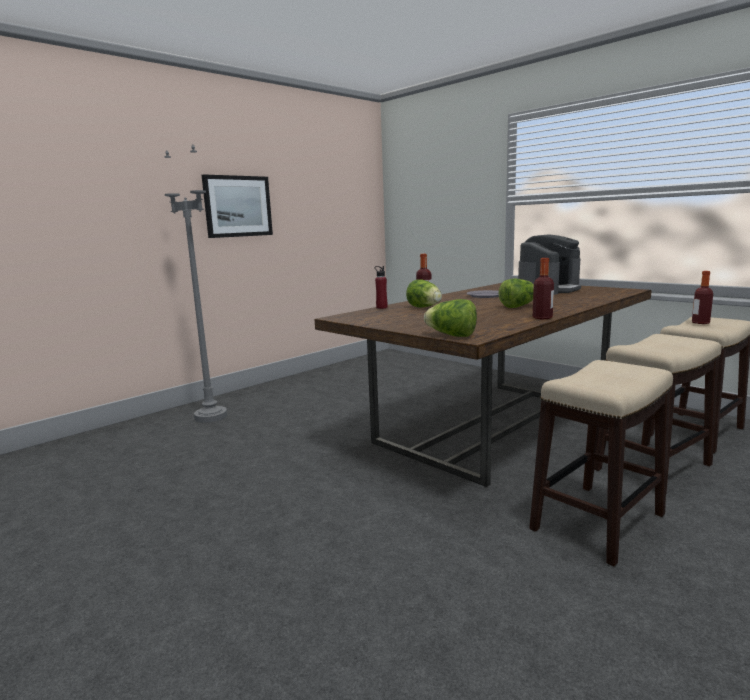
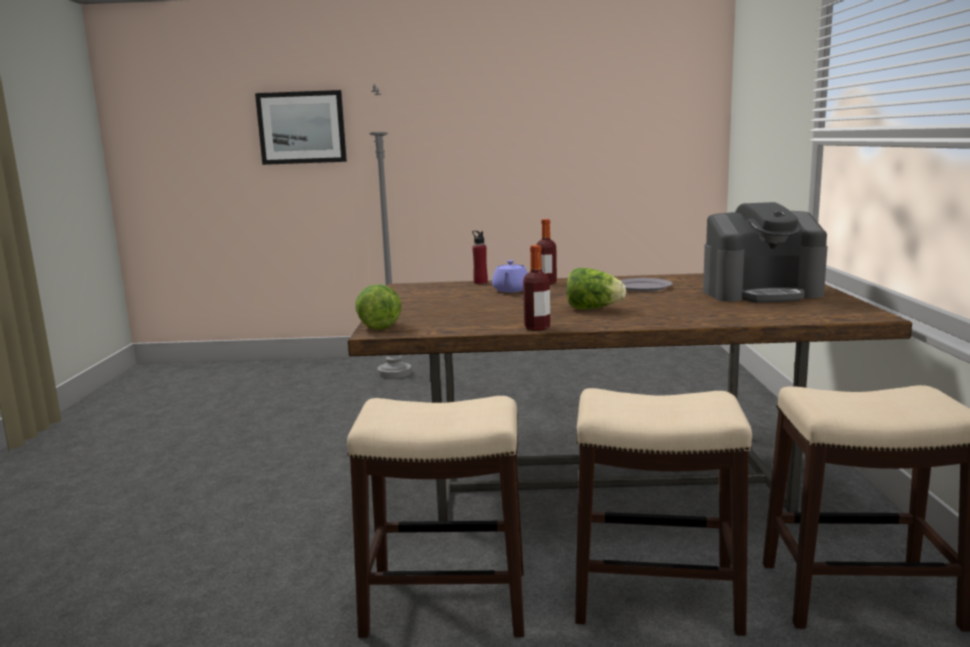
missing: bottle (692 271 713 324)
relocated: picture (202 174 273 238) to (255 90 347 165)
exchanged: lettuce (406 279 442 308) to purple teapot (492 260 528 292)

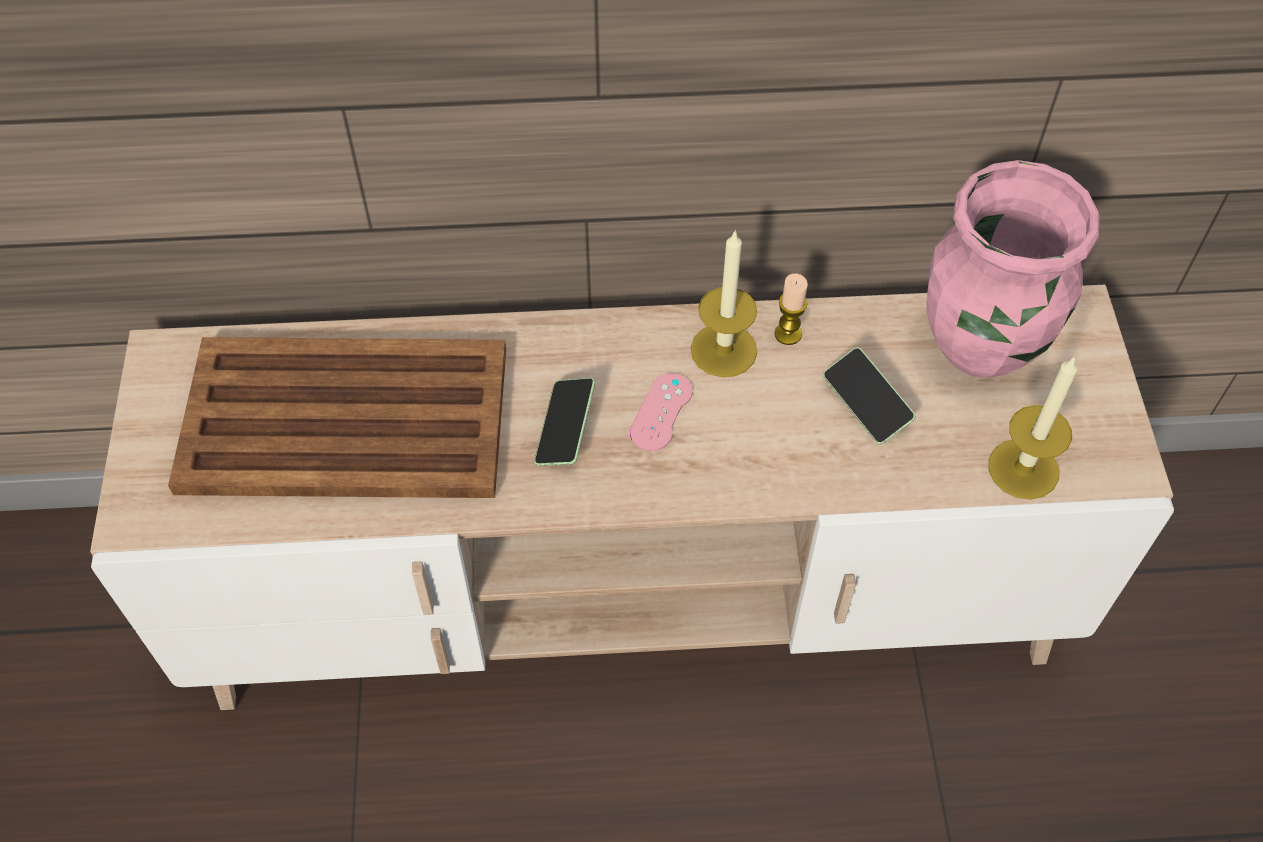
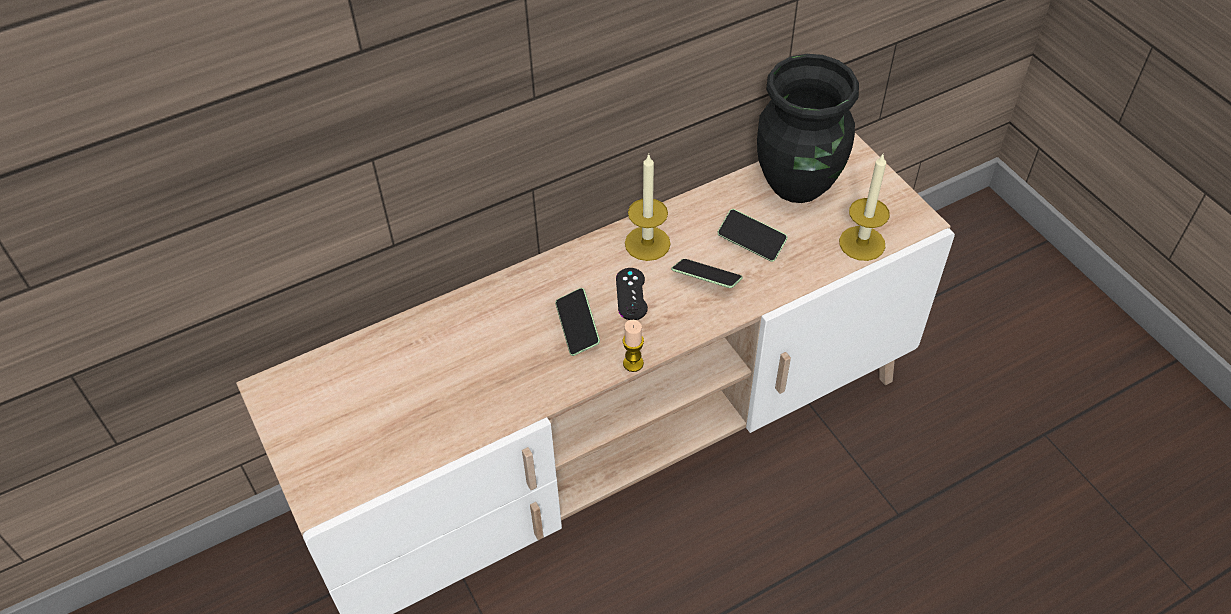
missing: brown tray (168 337 506 498)
appeared: phone (671 259 743 288)
relocated: candle (775 274 808 345) to (622 320 644 372)
colour: pink vase (927 160 1099 378) to black vase (757 54 859 203); pink game controller (630 373 693 451) to black game controller (616 268 648 320)

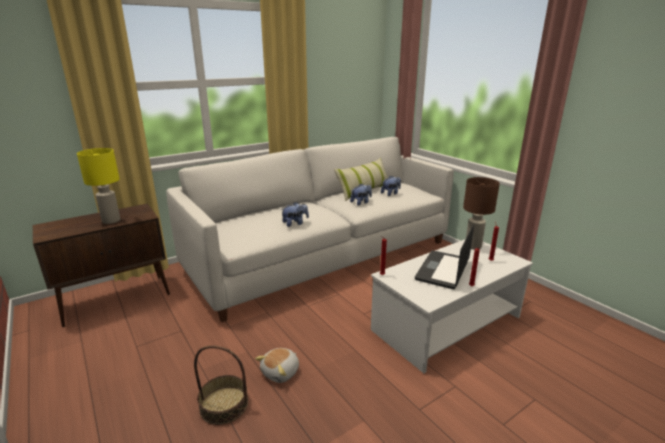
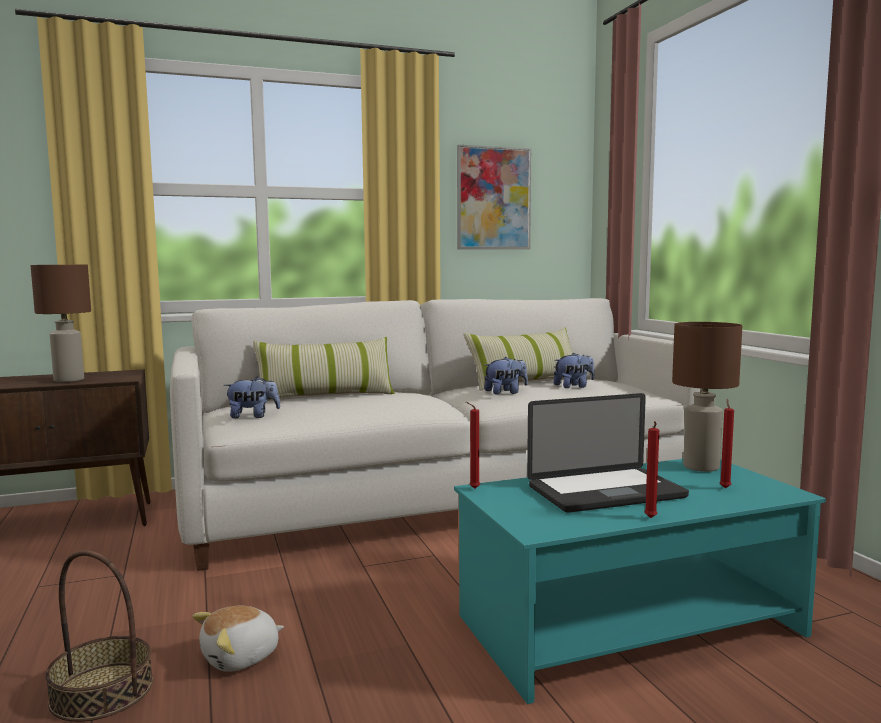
appeared: picture (457 145 531 250); pillow (253 337 395 401)
relocated: plush toy (281 202 309 227) to (224 377 280 418)
colour: yellow table lamp (77 148 120 224) to brown table lamp (31 265 91 382); white coffee table (371 239 533 373) to turquoise coffee table (454 459 826 704)
spun: laptop (415 224 474 289) = (527 393 689 513) 150 degrees counterclockwise

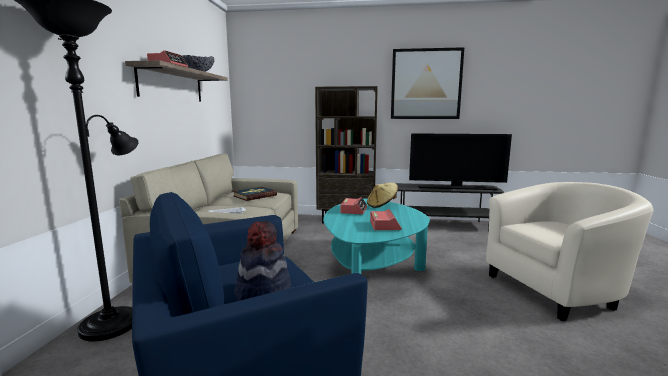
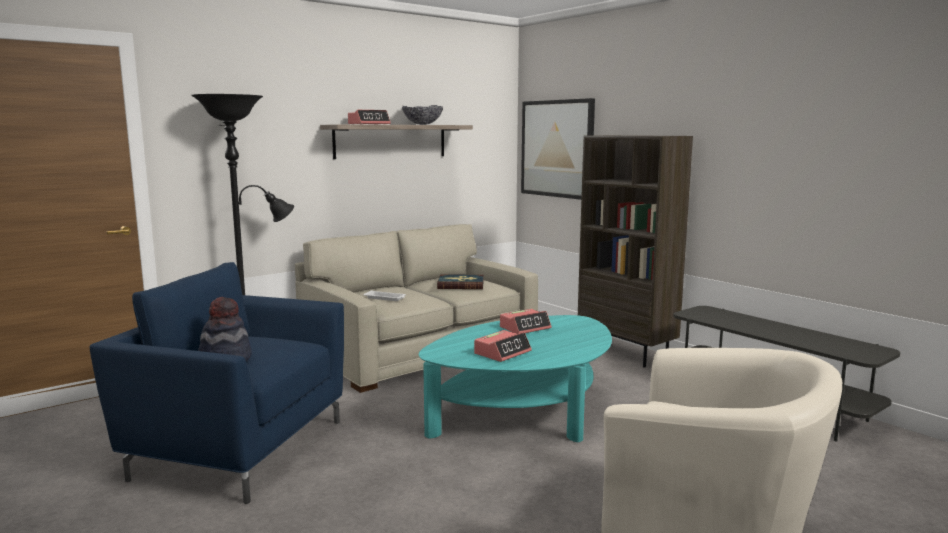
missing: television (409 133 512 190); beige hat (367 183 398 208)
relocated: picture (391 47 464 119) to (521 98 595 200)

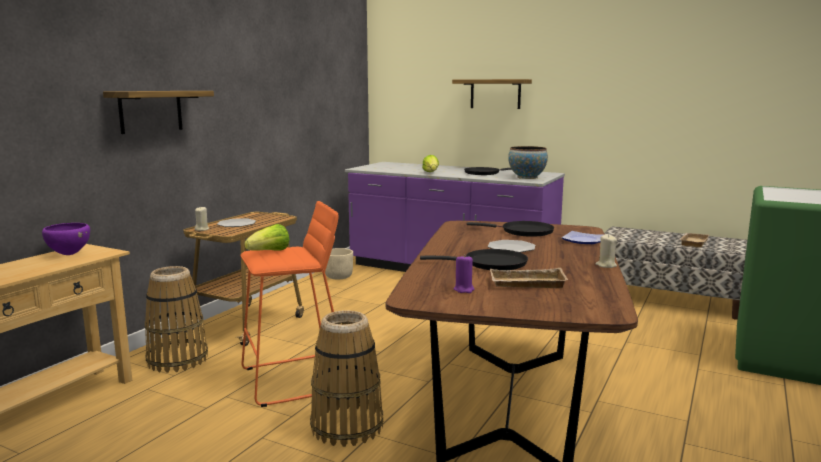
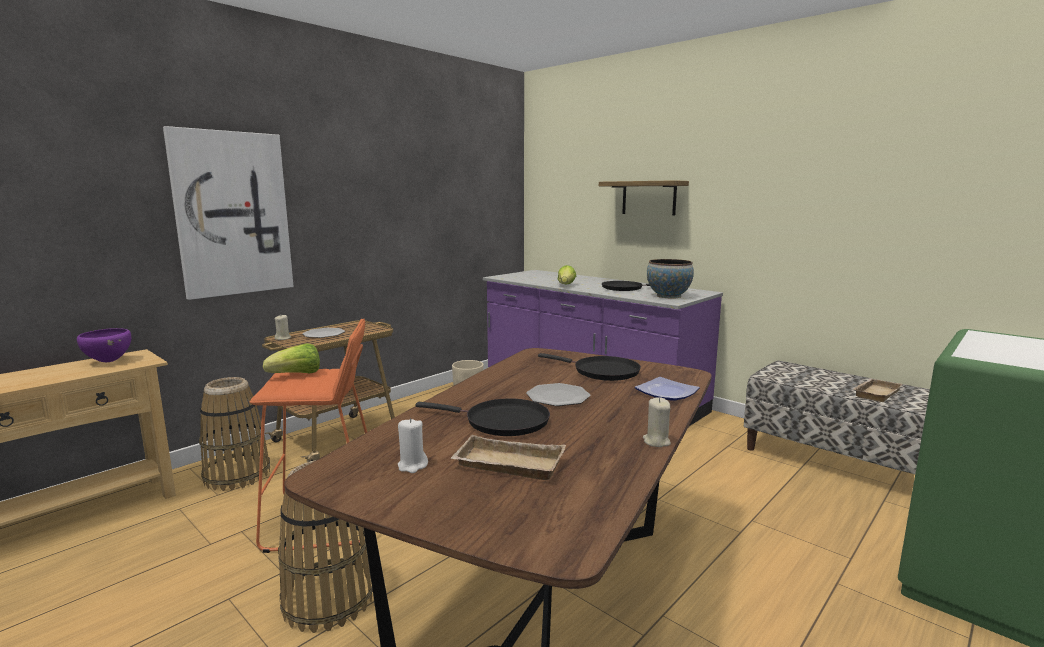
exchanged: shelf (103 91 214 134) to picture (163 126 294 300)
colour: purple candle (453 254 475 293) to white candle (398 418 428 473)

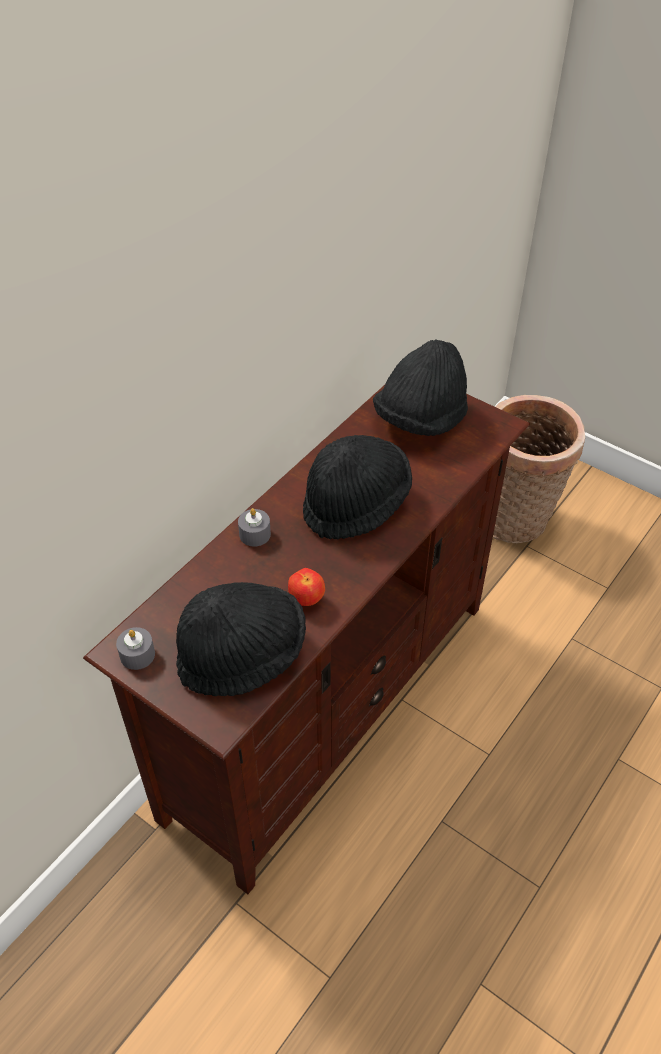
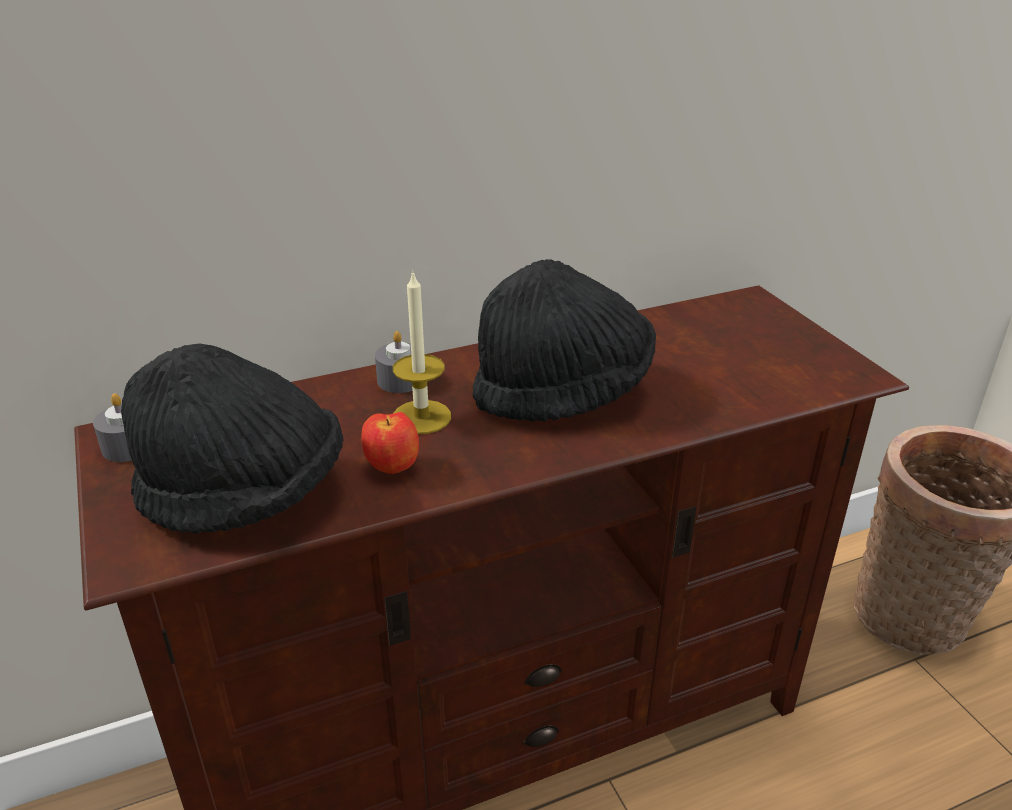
missing: black hat (373 339 468 436)
appeared: candle (393 270 451 434)

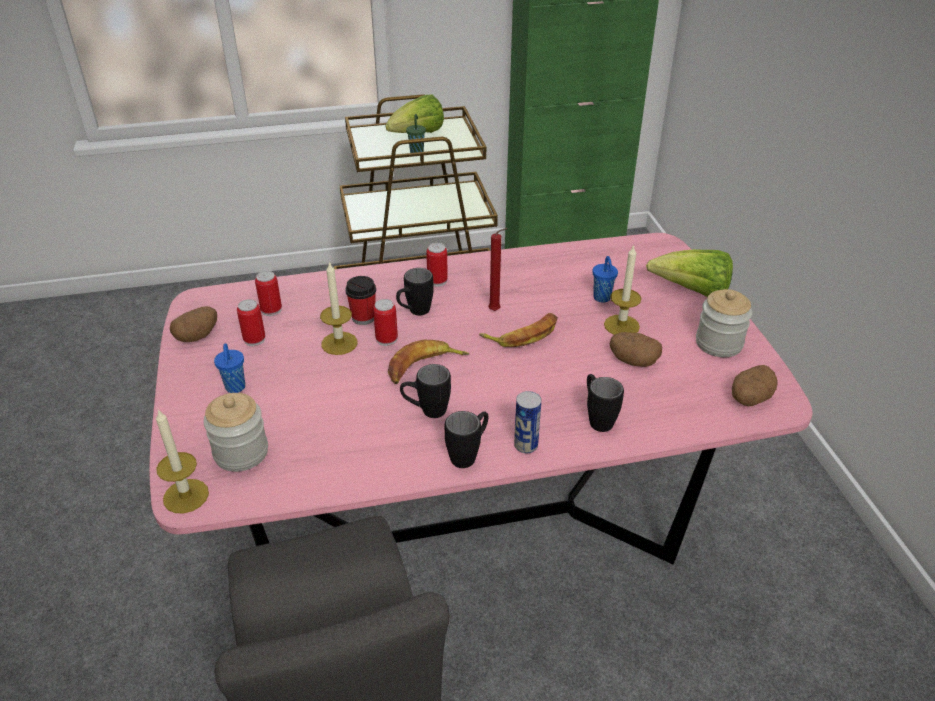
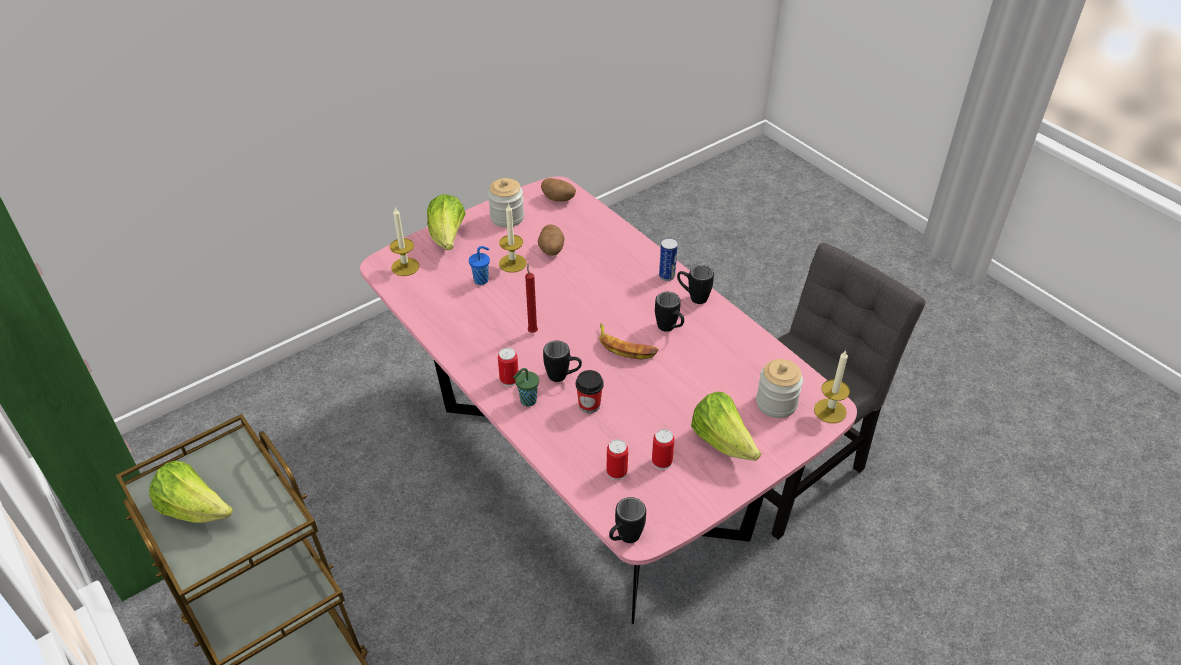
missing: can (373 299 398 346); potato (170 306 217 342); banana (479 313 558 347)
relocated: green cup (406 114 426 153) to (513 368 539 407); candle (320 261 357 355) to (390 207 419 276); black mug (587 374 624 432) to (609 497 646 543)
exchanged: blue cup (214 343 245 393) to lettuce (691 392 761 461)

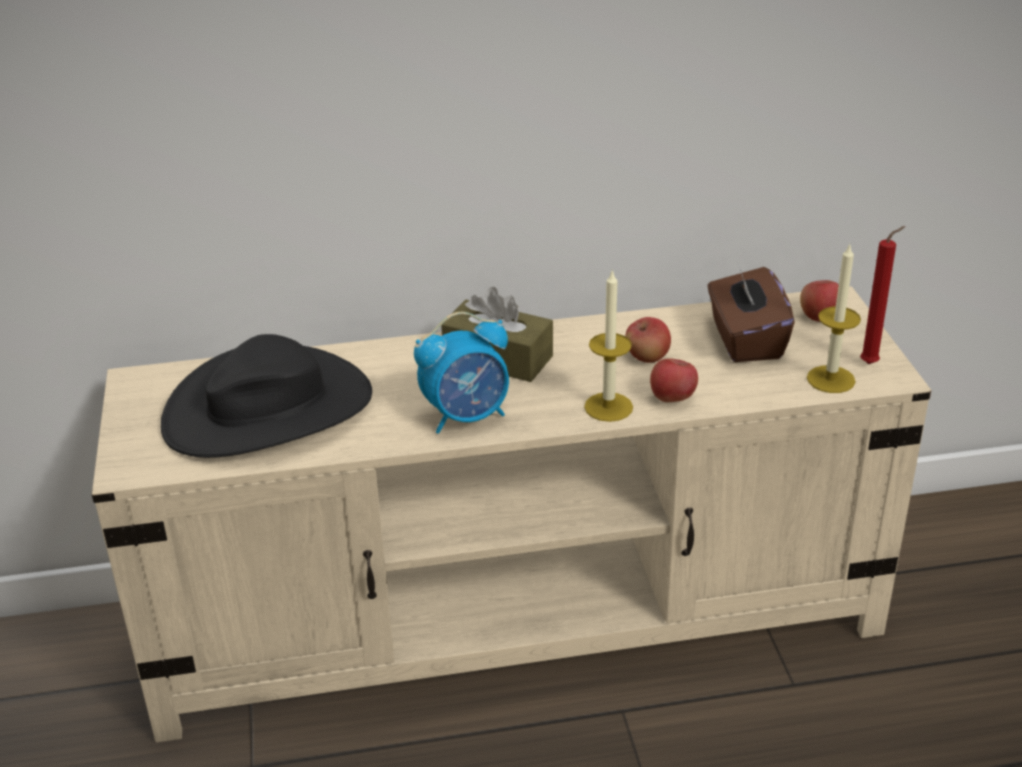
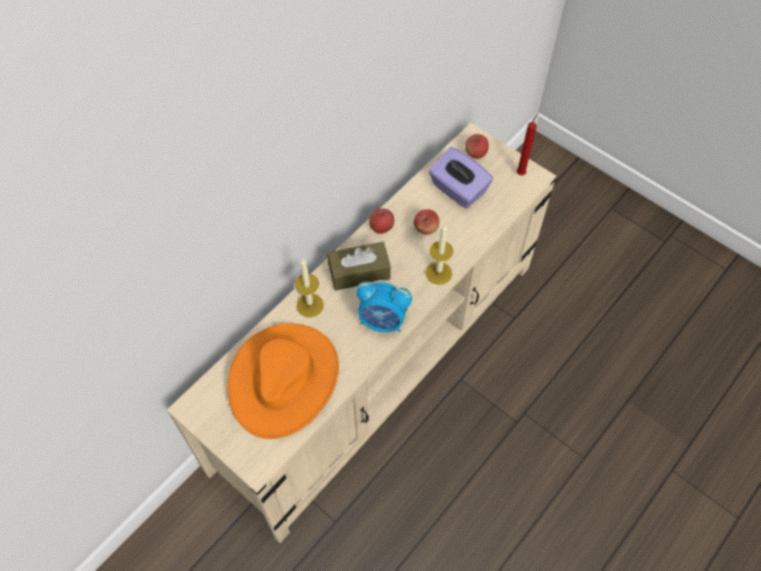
relocated: candle (807 243 861 393) to (295 258 324 318); apple (650 358 698 402) to (369 209 394 234)
colour: brown tissue box (708 263 795 362) to purple tissue box (428 147 493 208); black hat (161 334 372 458) to orange hat (228 323 339 439)
spun: alarm clock (414 312 509 434) = (356 280 412 332) 75 degrees clockwise

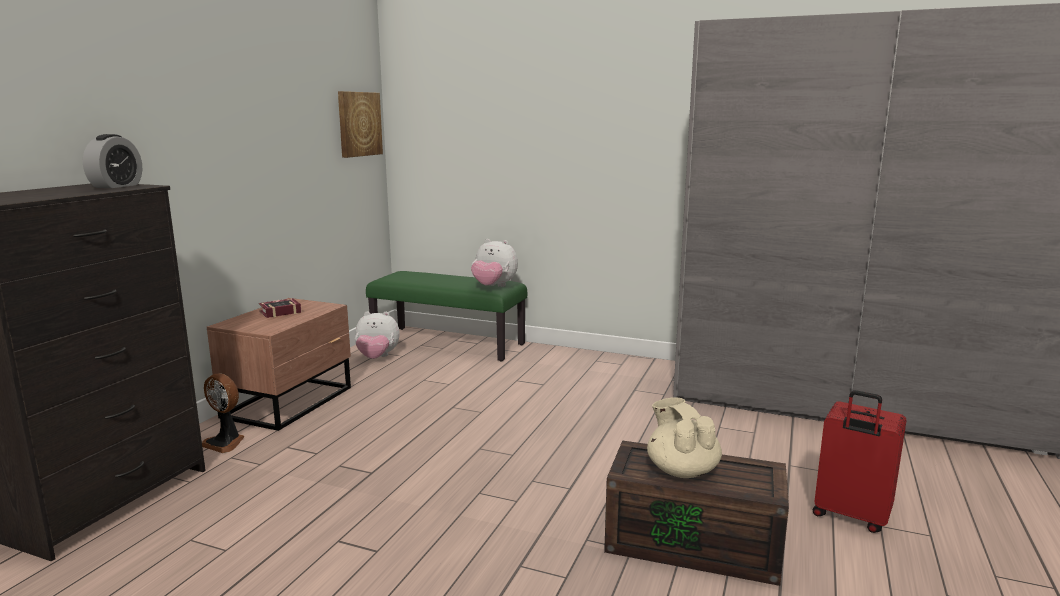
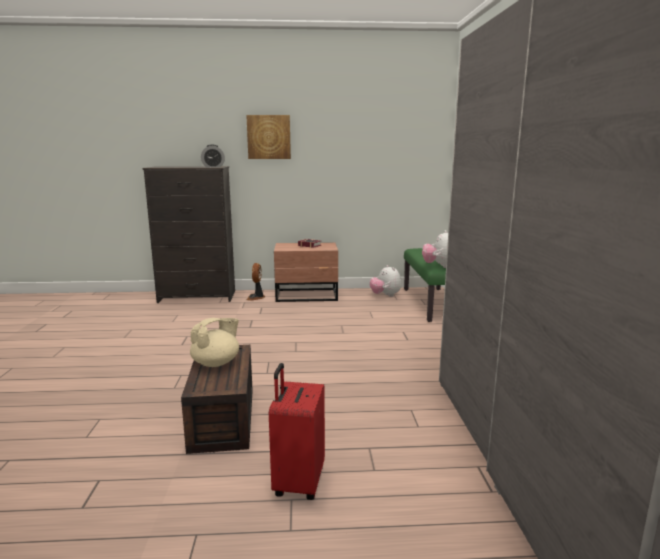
relocated: picture (338 91 383 158) to (246 115 291 159)

